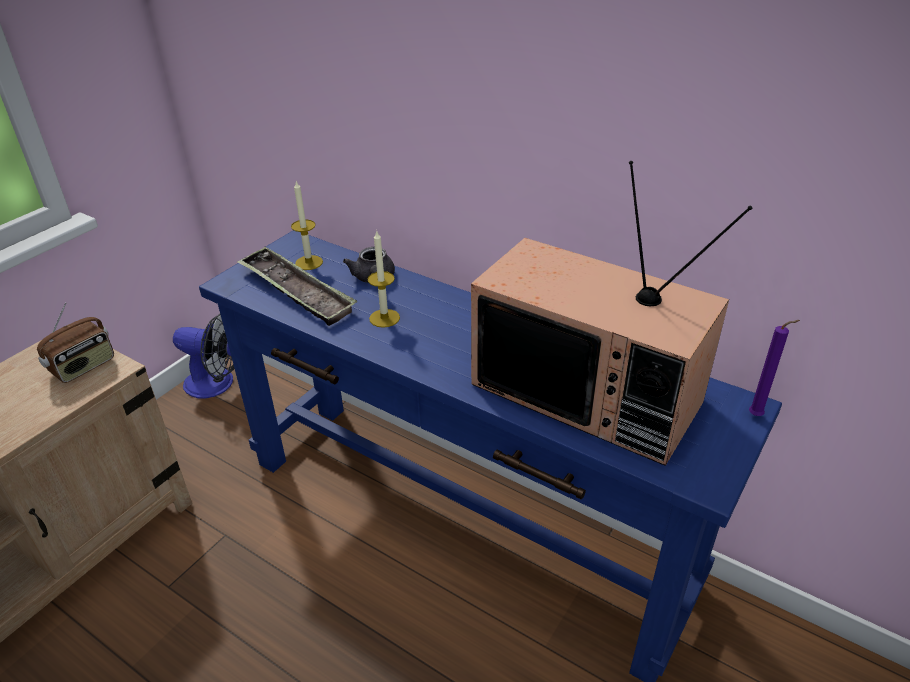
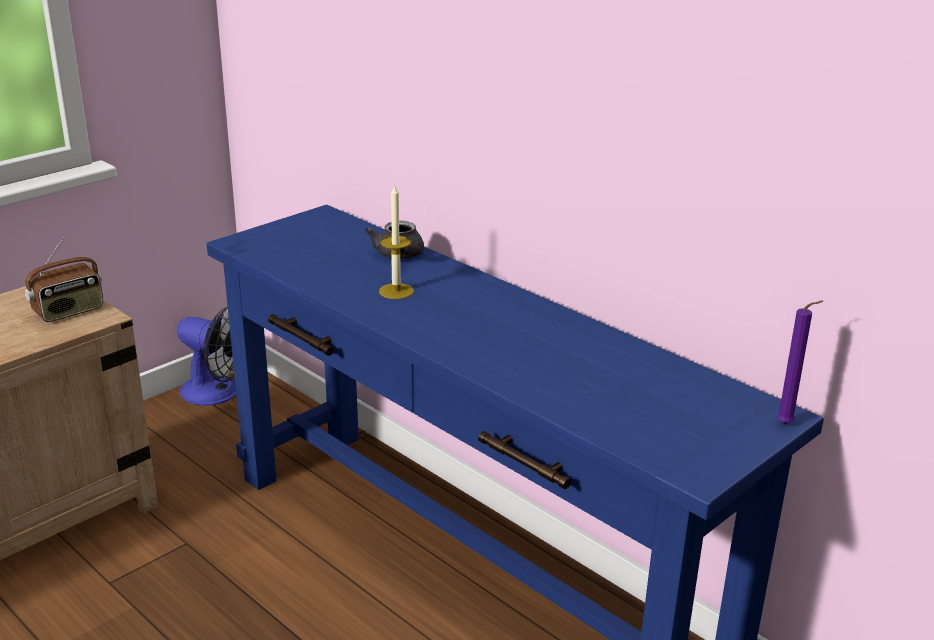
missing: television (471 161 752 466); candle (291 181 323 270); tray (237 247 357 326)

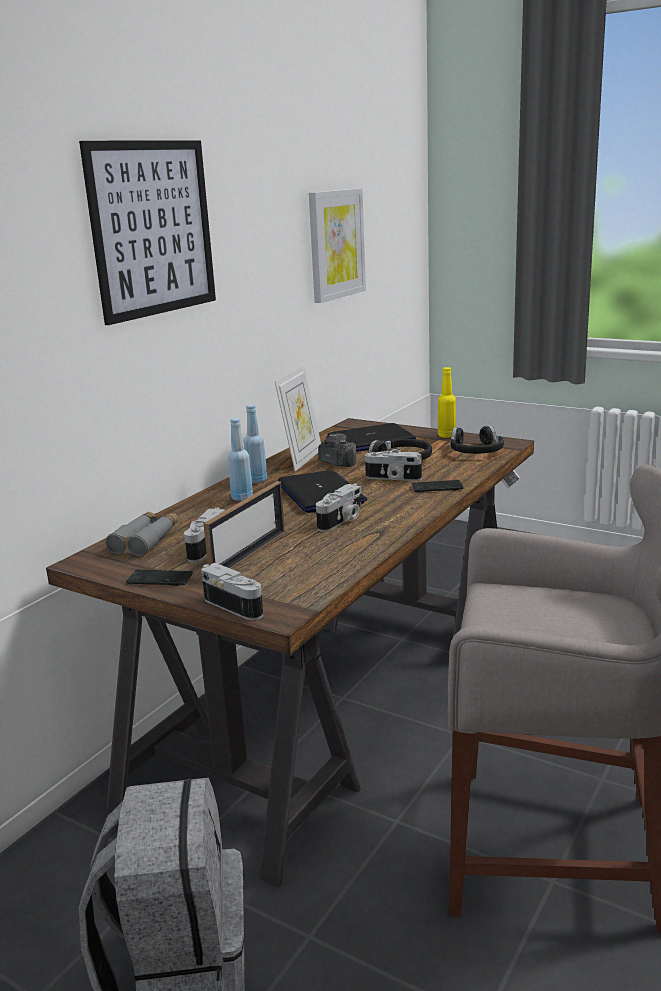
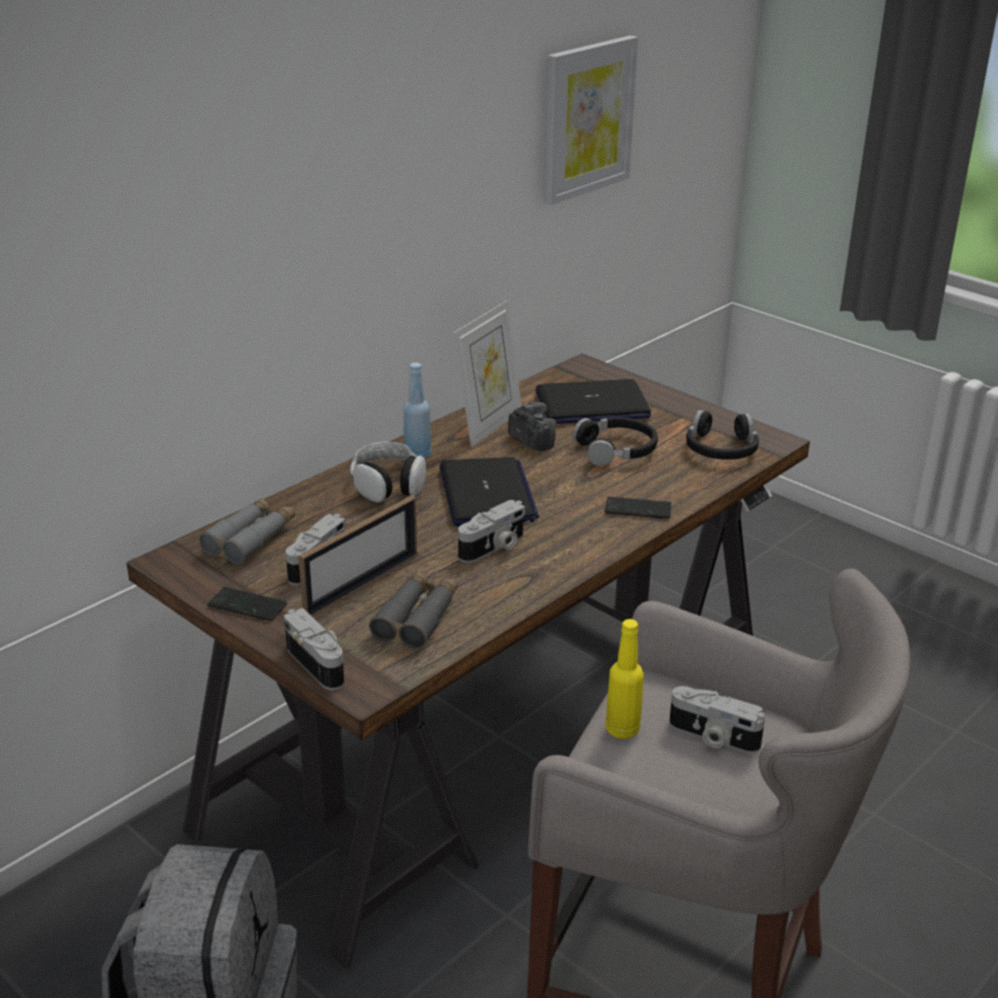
missing: picture (79 140 216 325)
appeared: grey binoculars (369 571 458 649)
relocated: yellow bottle (438 367 456 438) to (606 619 644 739); photo camera (365 451 422 481) to (669 686 765 753)
exchanged: blue bottle (228 418 253 501) to headphones (350 442 426 503)

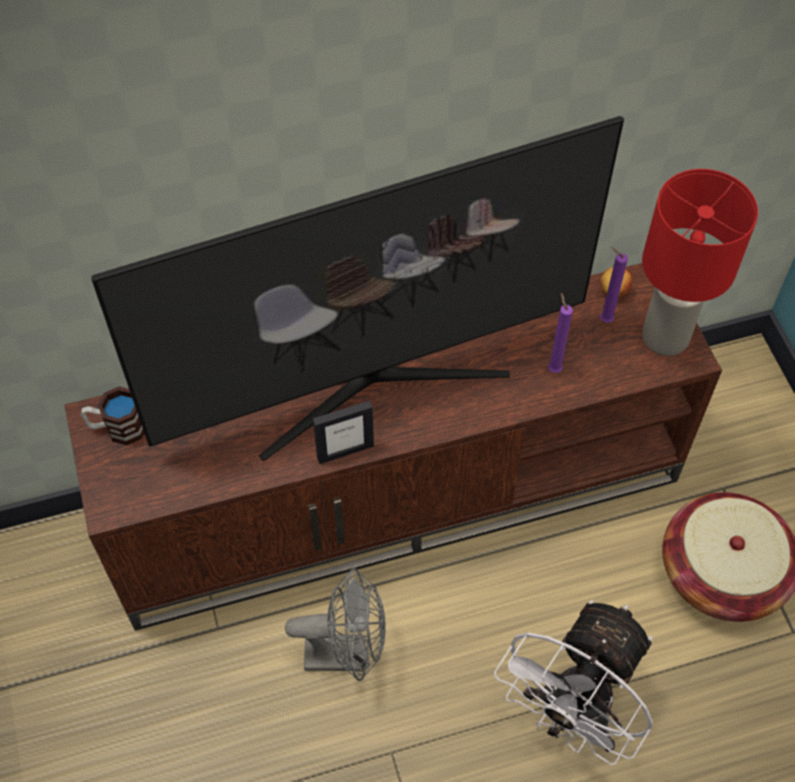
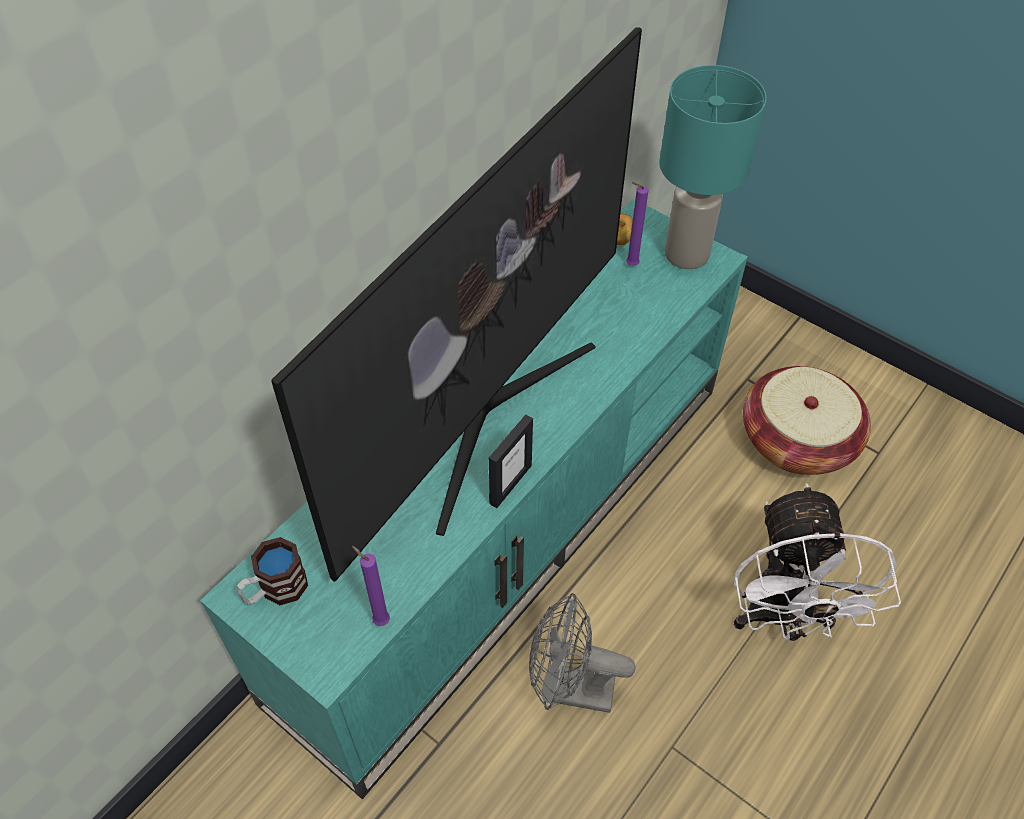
relocated: purple candle (548 293 573 373) to (352 546 390 626)
colour: red table lamp (642 169 758 356) to turquoise table lamp (659 65 767 269); brown tv stand (64 263 722 631) to turquoise tv stand (200 199 748 799)
spun: grey fan (285 568 386 681) = (529 593 636 713) 135 degrees counterclockwise

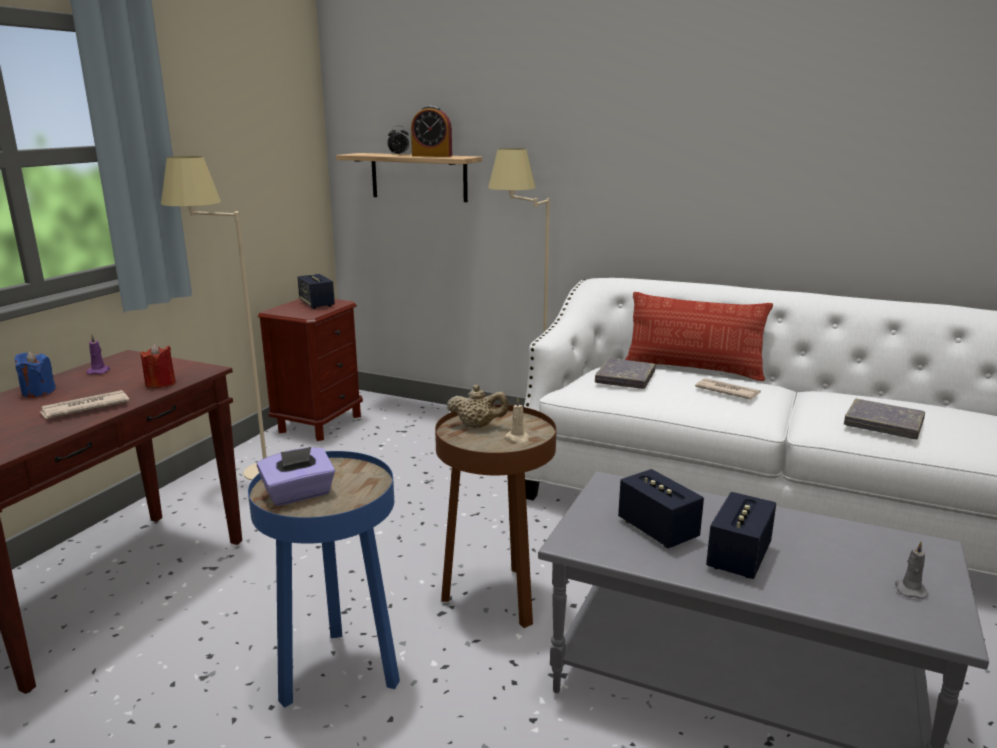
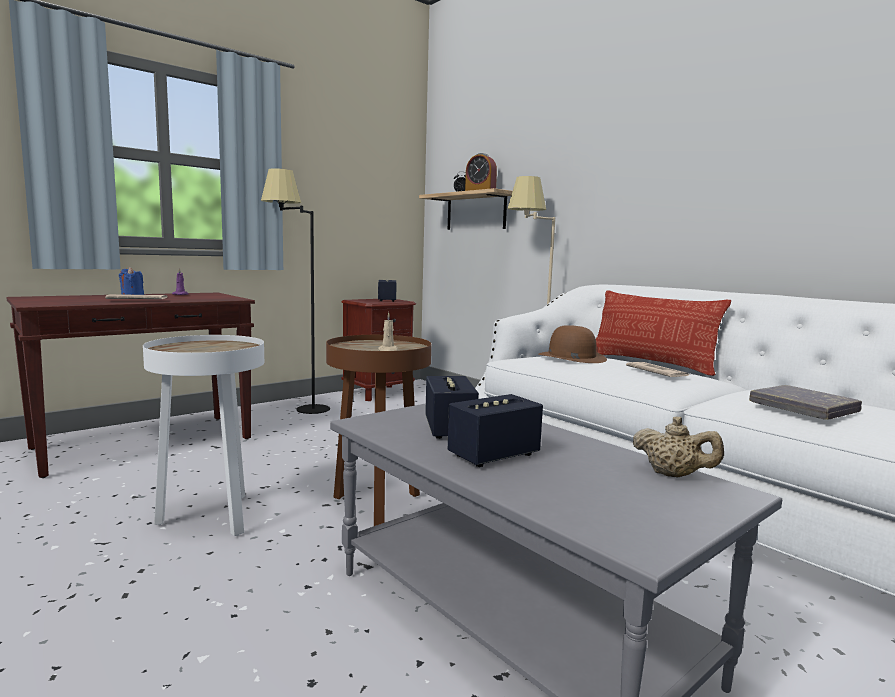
missing: red candle (140 343 176 388); purple tissue box (257 447 335 506); grey candle (895 541 929 599)
relocated: beige teapot (447 385 509 428) to (632 416 724 478)
exchanged: grey book (595 358 656 389) to brown hat (539 325 607 363)
colour: beige floor lamp (161 156 267 480) to black floor lamp (261 168 330 414); blue side table (248 451 400 708) to white side table (143 335 264 536)

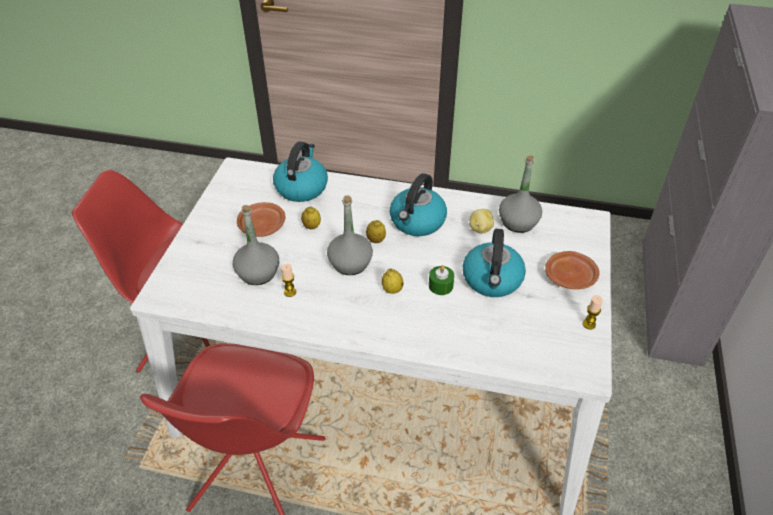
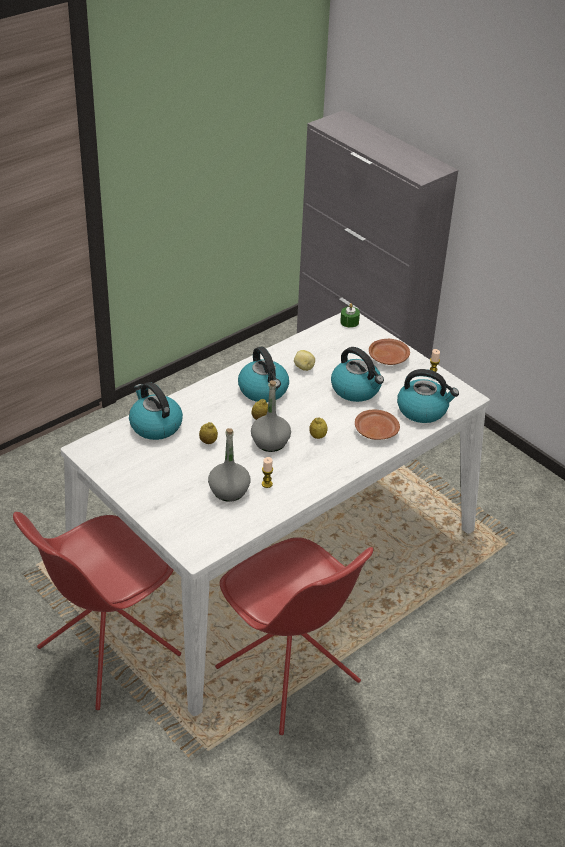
missing: grey bottle (499 156 542 233)
appeared: kettle (397 369 459 423)
relocated: brown plate (237 202 285 237) to (355 409 400 440); green candle (429 265 454 295) to (340 303 360 328)

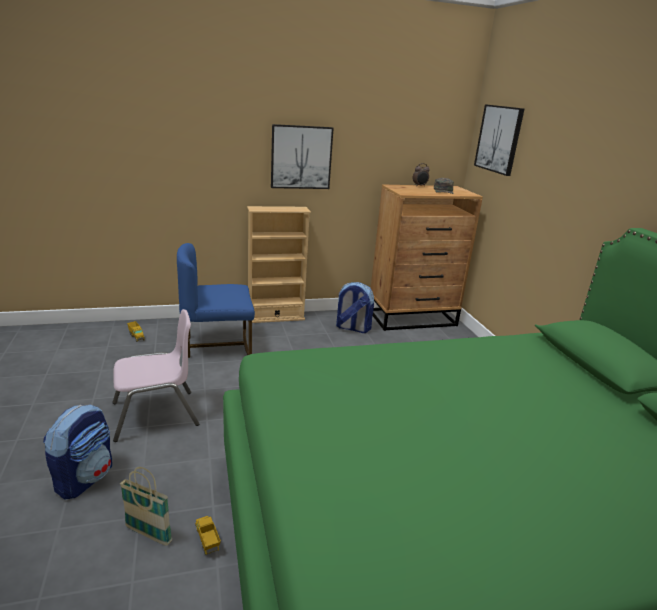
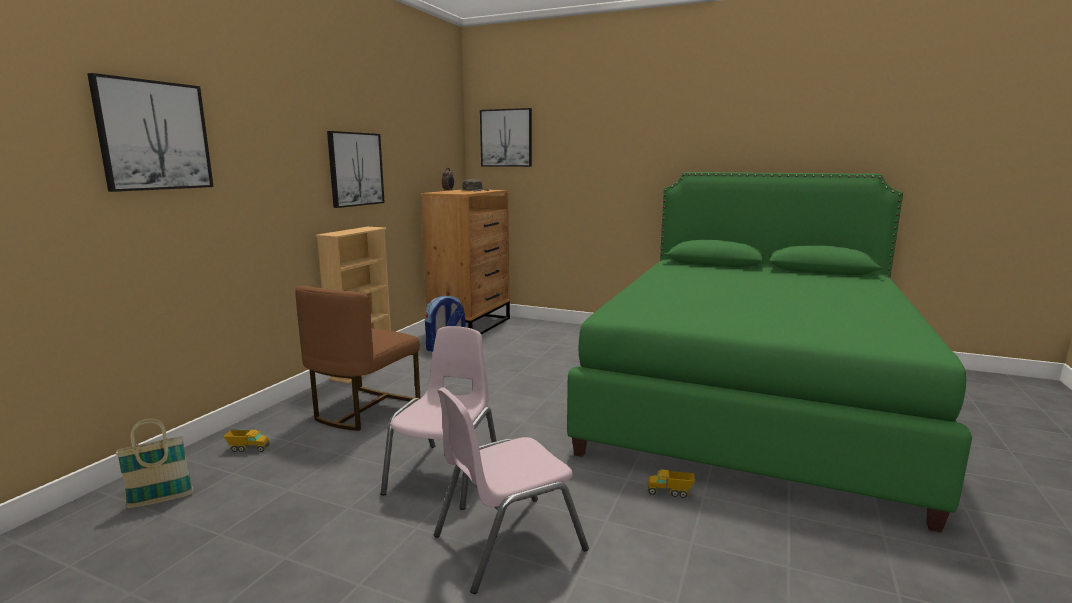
appeared: picture (87 73 214 192)
relocated: basket (120 467 172 546) to (116 418 193 508)
exchanged: backpack (43 404 112 500) to pink chair (434 387 589 594)
colour: blue chair (177 243 255 358) to brown chair (296 286 420 431)

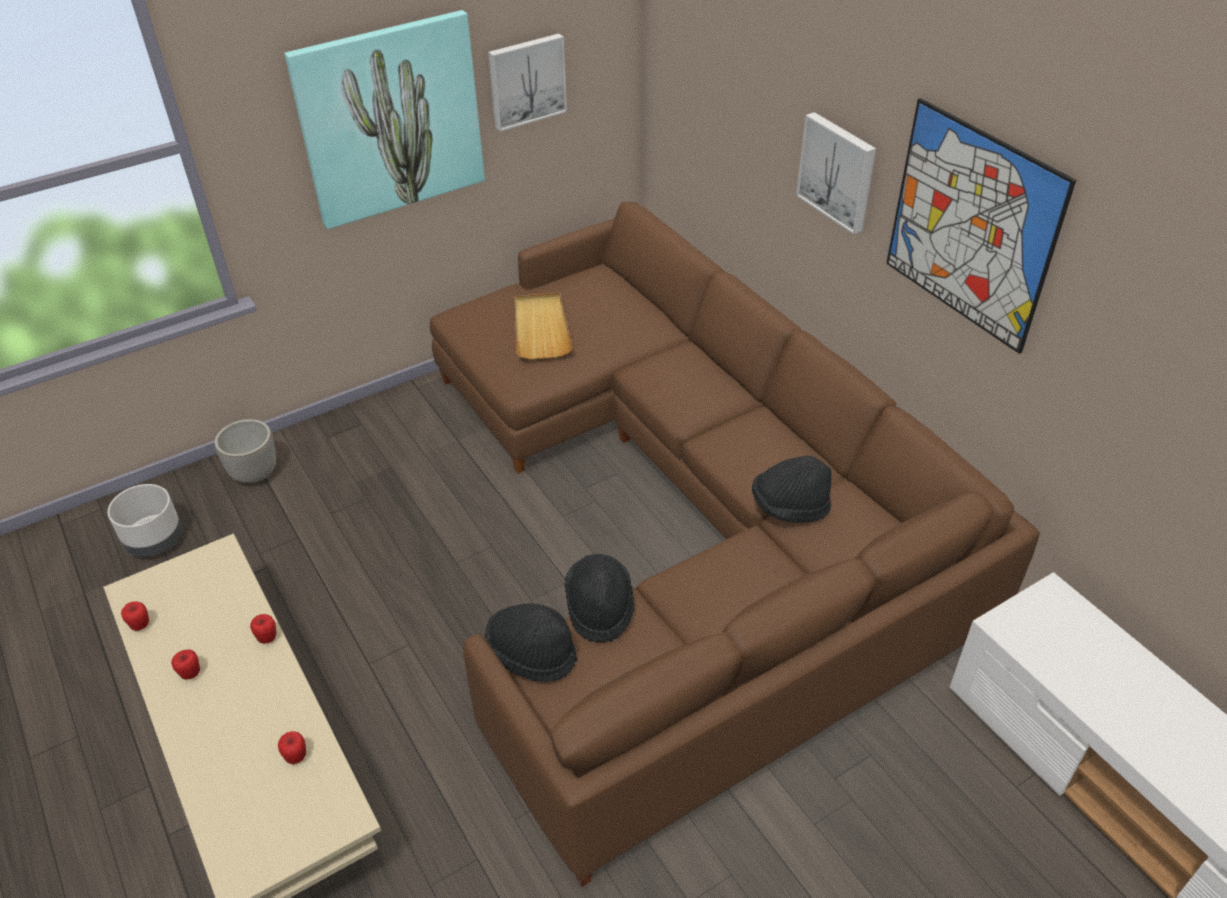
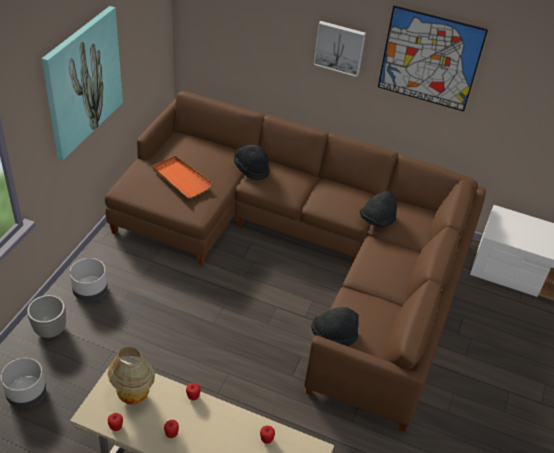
missing: picture (488 34 567 131)
appeared: grey planter (70 258 108 301); table lamp (107 347 155 405)
relocated: black hat (564 554 634 643) to (234 145 269 180)
colour: beige tray (515 292 573 359) to orange tray (153 156 212 198)

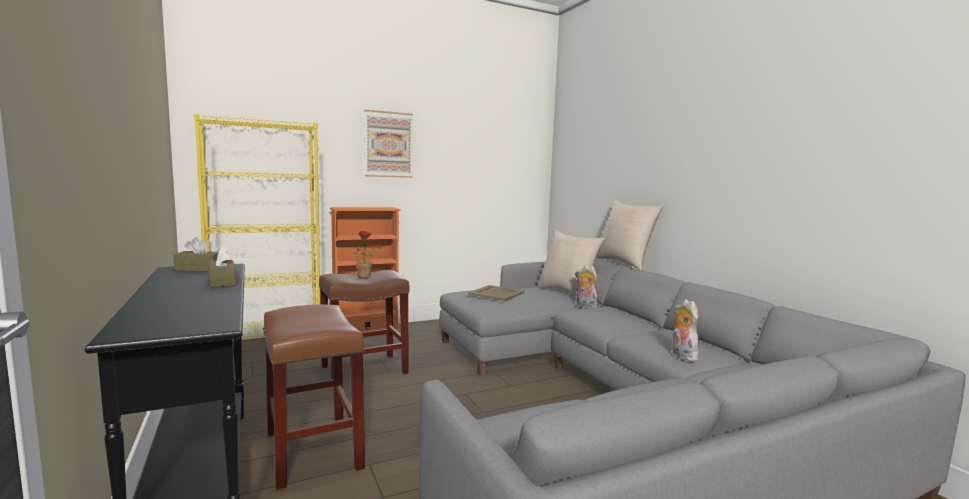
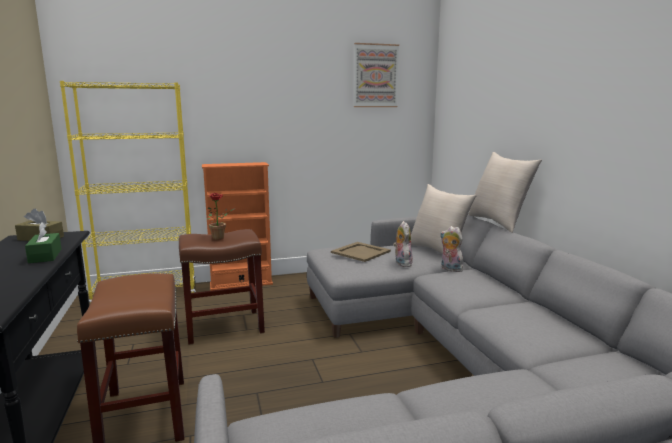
relocated: picture (364 110 413 178) to (354 43 399 107); plush toy (672 299 699 361) to (393 221 413 267)
colour: brown tissue box (208 246 236 287) to green tissue box (25 222 61 263)

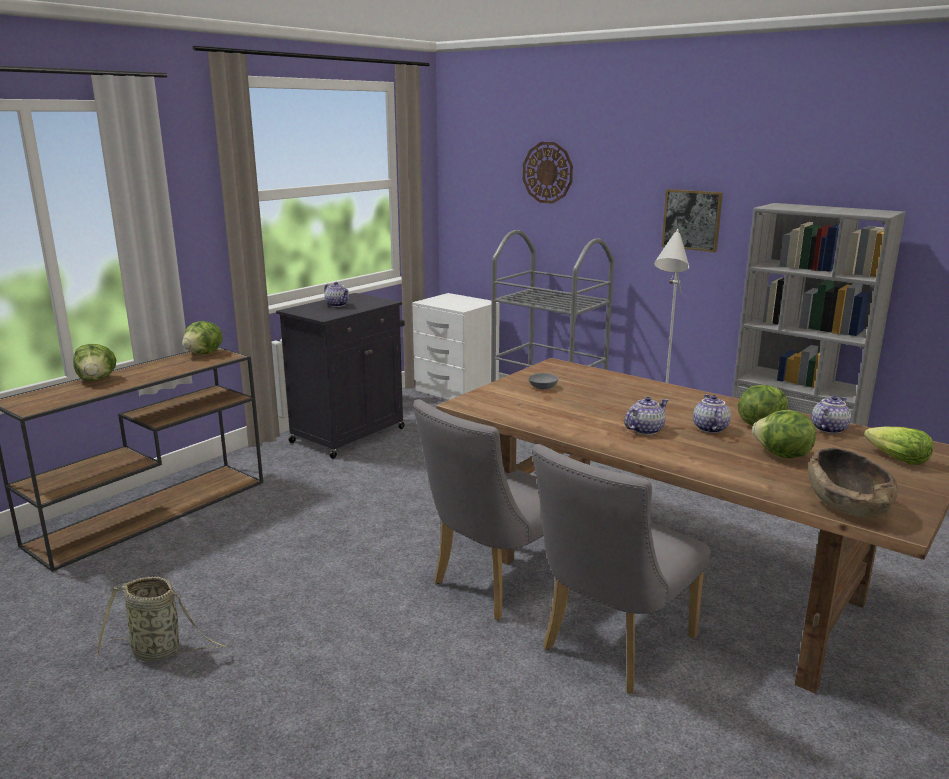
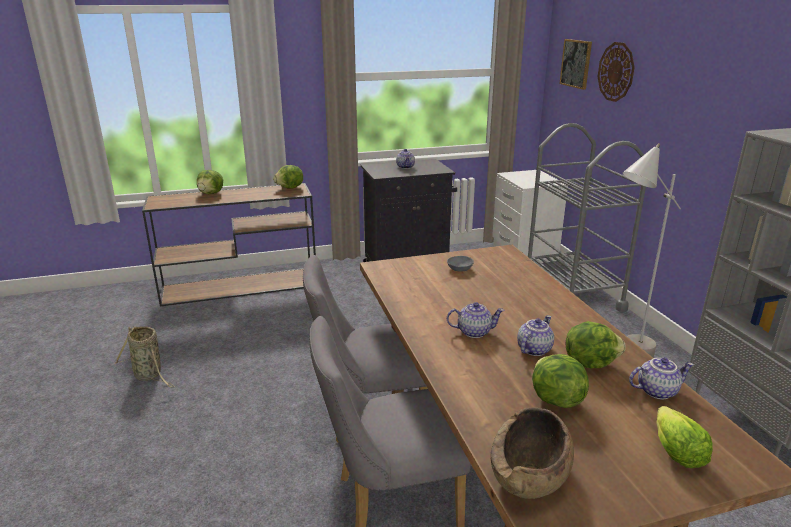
relocated: picture (662 189 723 252) to (560 39 592 90)

